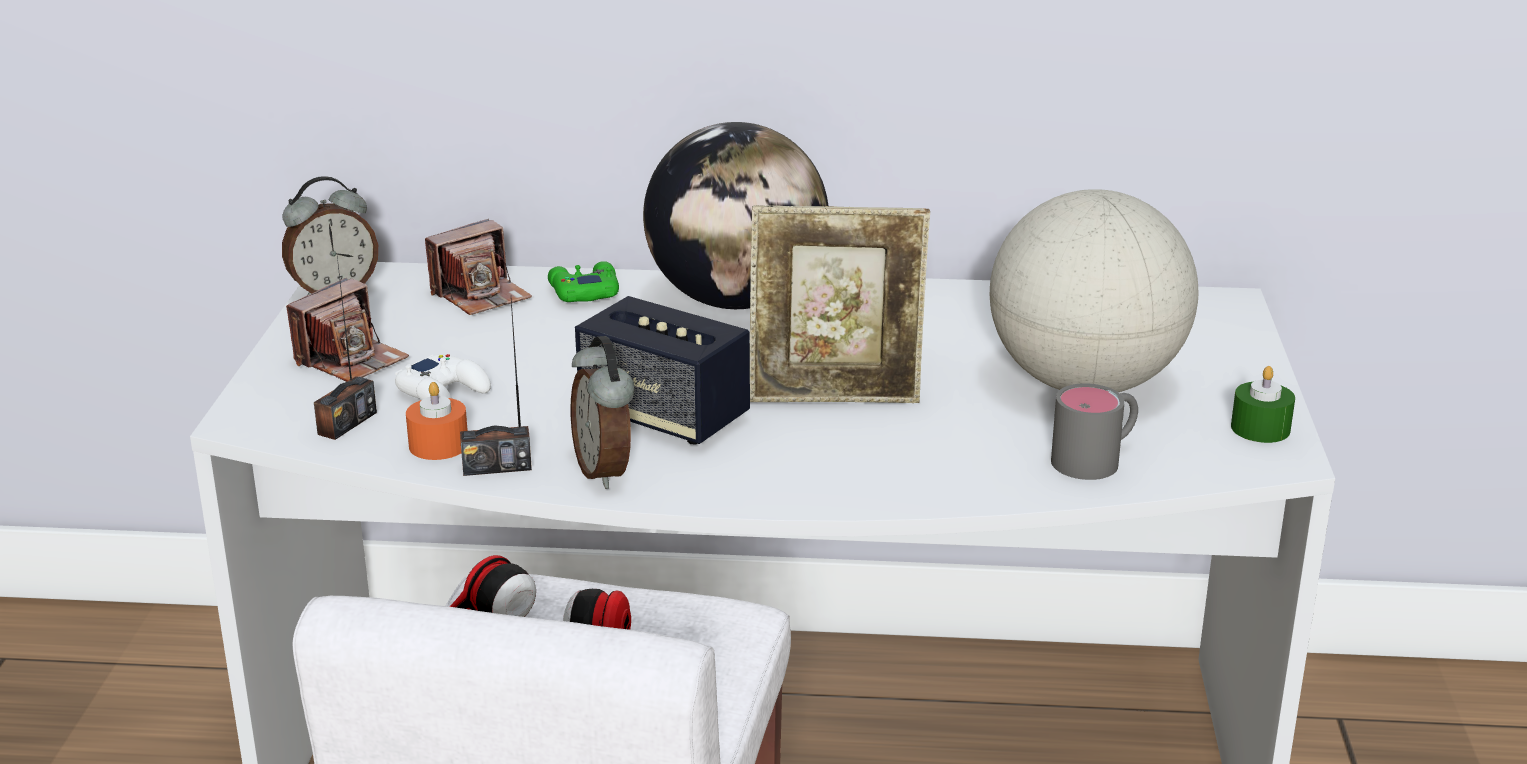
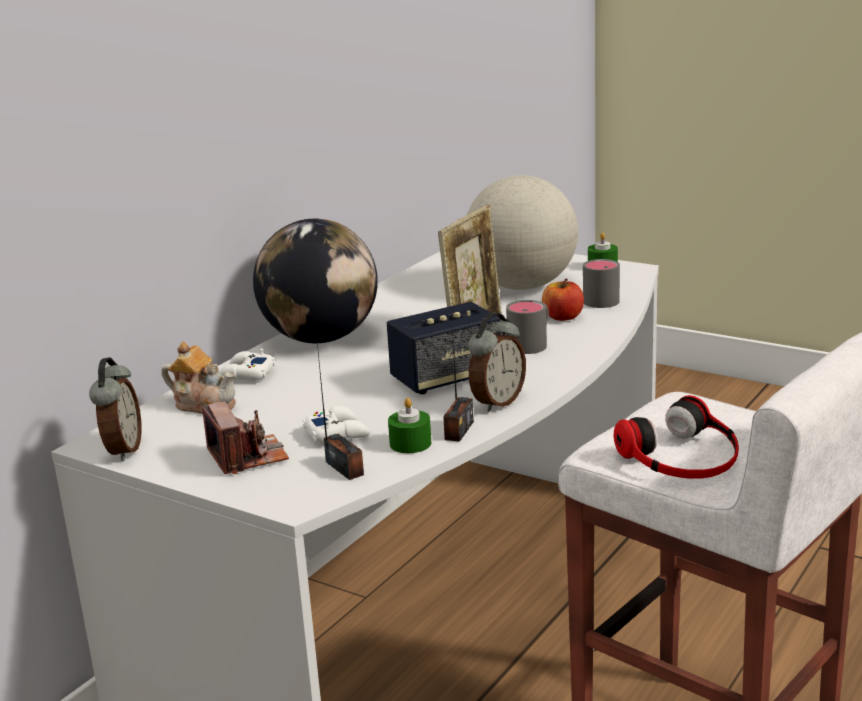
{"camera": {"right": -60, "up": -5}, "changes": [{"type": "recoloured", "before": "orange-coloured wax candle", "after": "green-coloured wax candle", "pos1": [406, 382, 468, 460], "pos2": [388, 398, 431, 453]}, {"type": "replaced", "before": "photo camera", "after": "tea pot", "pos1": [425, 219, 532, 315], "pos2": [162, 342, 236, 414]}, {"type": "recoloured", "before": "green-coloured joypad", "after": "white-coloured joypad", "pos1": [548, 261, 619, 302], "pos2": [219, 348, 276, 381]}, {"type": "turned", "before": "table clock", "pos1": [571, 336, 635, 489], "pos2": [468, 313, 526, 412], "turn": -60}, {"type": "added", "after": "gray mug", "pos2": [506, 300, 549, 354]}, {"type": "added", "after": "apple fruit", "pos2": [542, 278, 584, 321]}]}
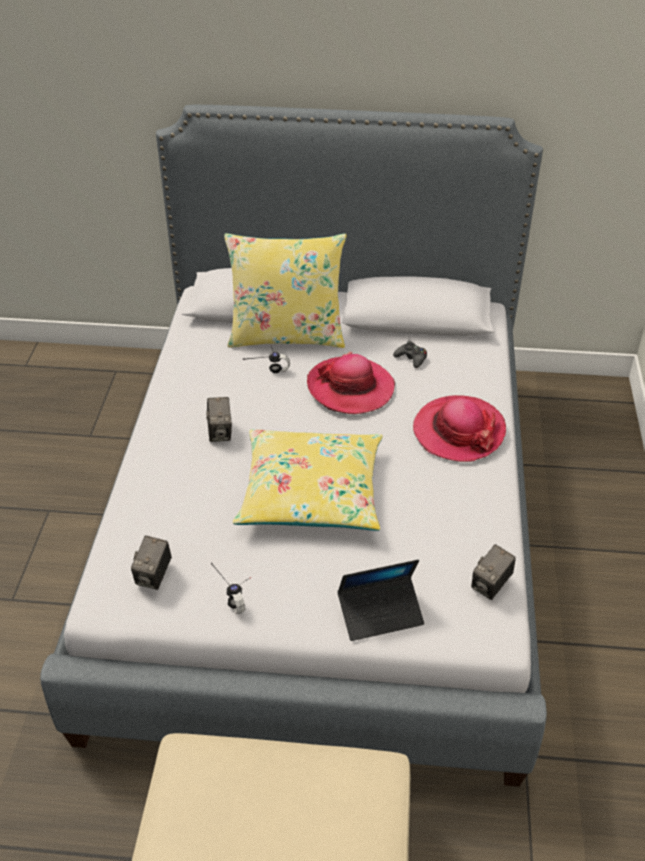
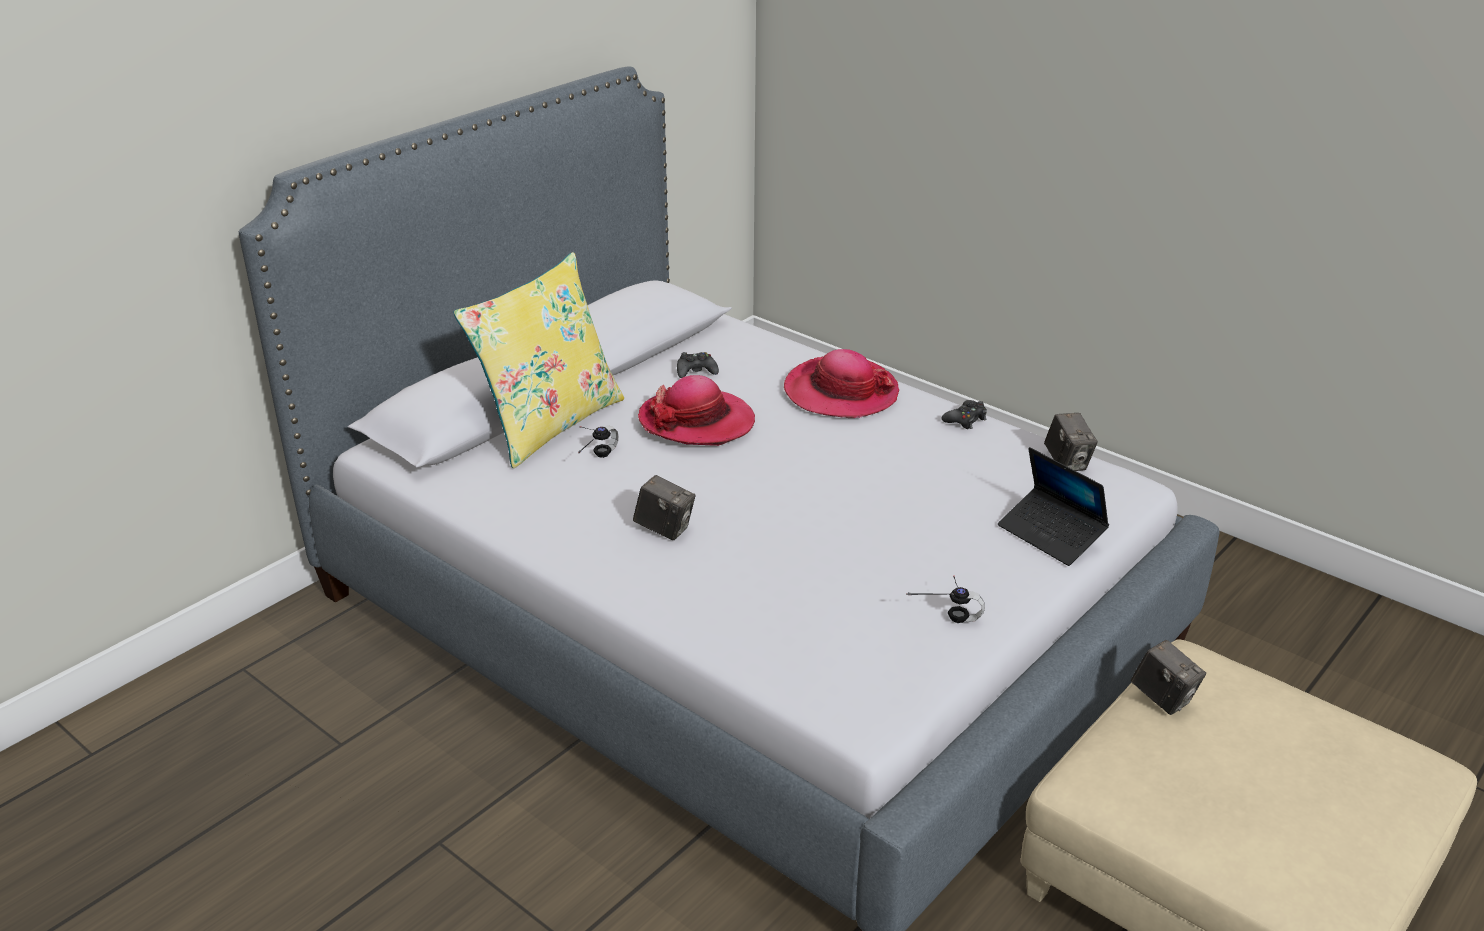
{"camera": {"right": -55, "up": -10}, "changes": [{"type": "moved", "before": "photo camera", "pos1": [131, 535, 172, 590], "pos2": [1131, 640, 1206, 715]}, {"type": "removed", "before": "yellow throw pillow", "pos1": [233, 429, 383, 531]}, {"type": "turned", "before": "portable computer", "pos1": [337, 560, 424, 641], "pos2": [998, 447, 1109, 566], "turn": 120}, {"type": "added", "after": "black-coloured joypad", "pos2": [941, 400, 987, 429]}]}
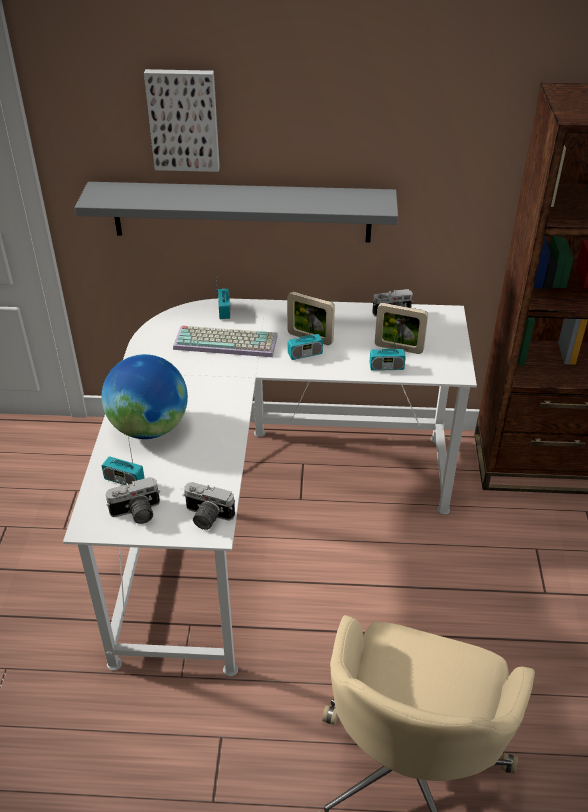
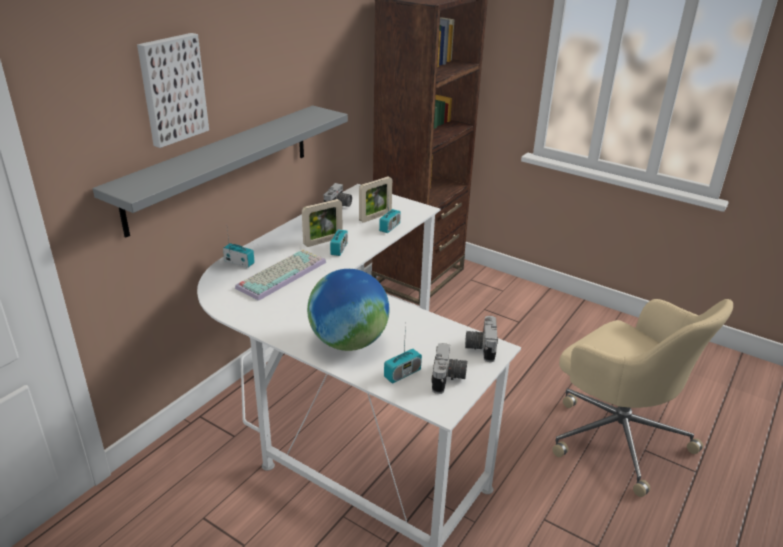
{"camera": {"right": -60, "up": -10}, "changes": [{"type": "turned", "before": "photo camera", "pos1": [183, 482, 235, 530], "pos2": [465, 316, 498, 362], "turn": 135}]}
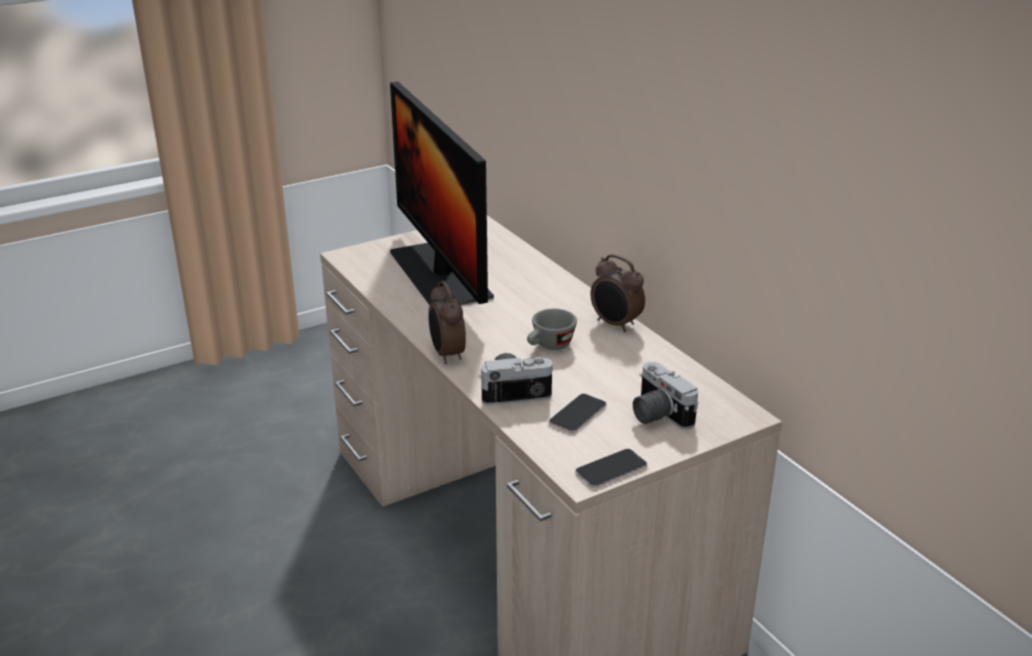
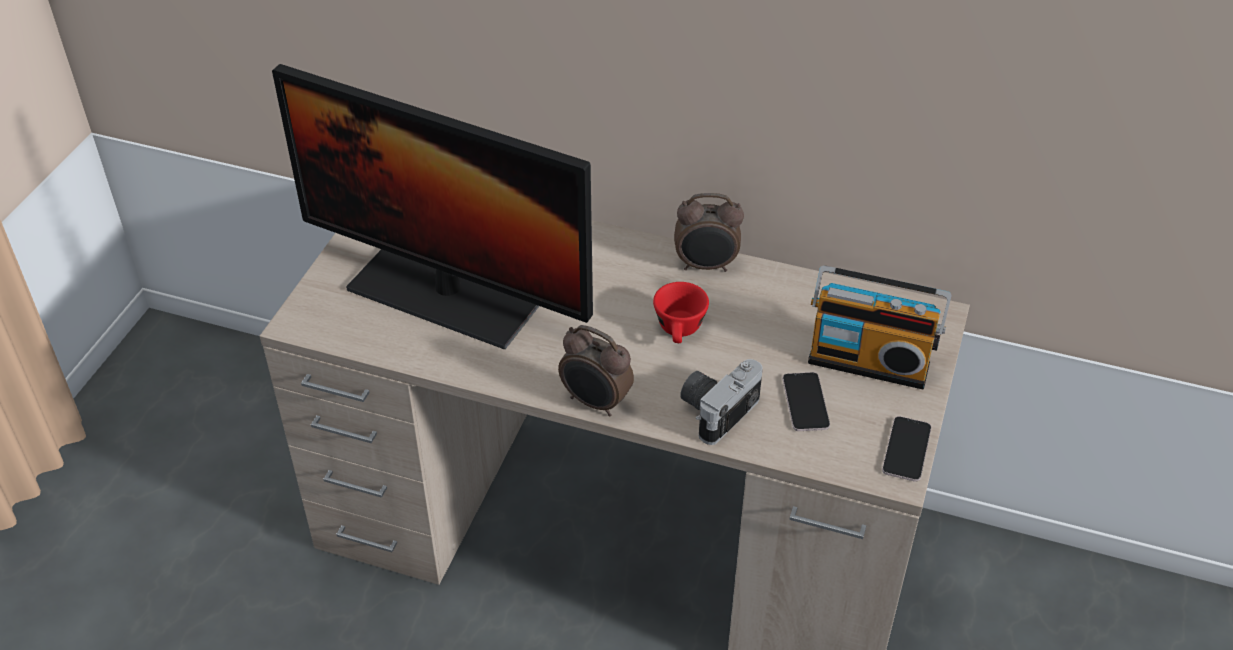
{"camera": {"right": -40, "up": 15}, "changes": [{"type": "recoloured", "before": "gray small cup", "after": "red-coloured small cup", "pos1": [527, 309, 577, 350], "pos2": [653, 282, 709, 343]}, {"type": "replaced", "before": "photo camera", "after": "radio", "pos1": [633, 361, 698, 430], "pos2": [808, 266, 951, 390]}]}
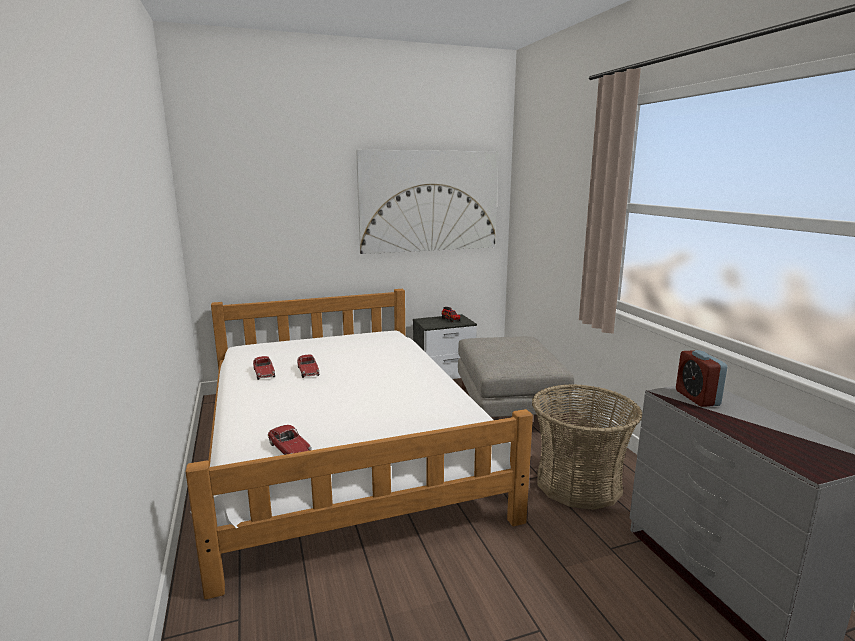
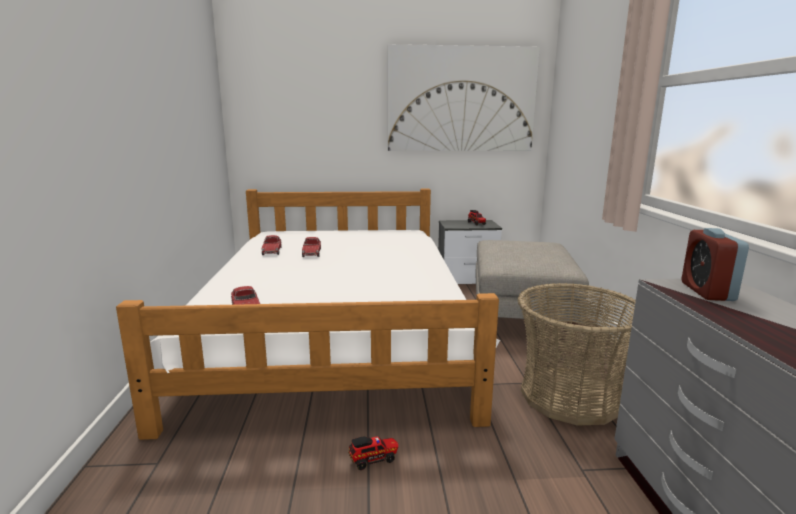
{"camera": {"right": 15, "up": 0}, "changes": [{"type": "added", "after": "model truck", "pos2": [348, 436, 398, 470]}]}
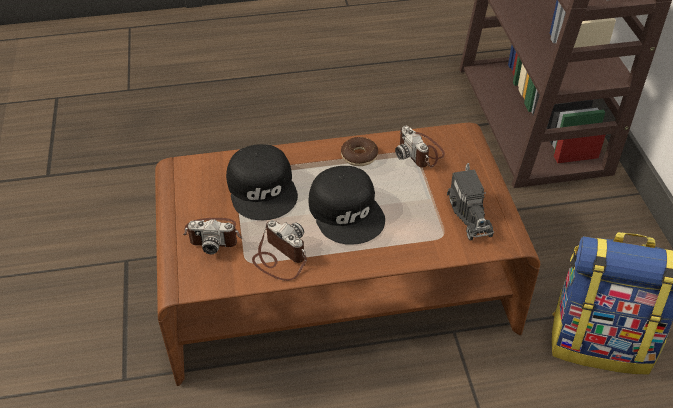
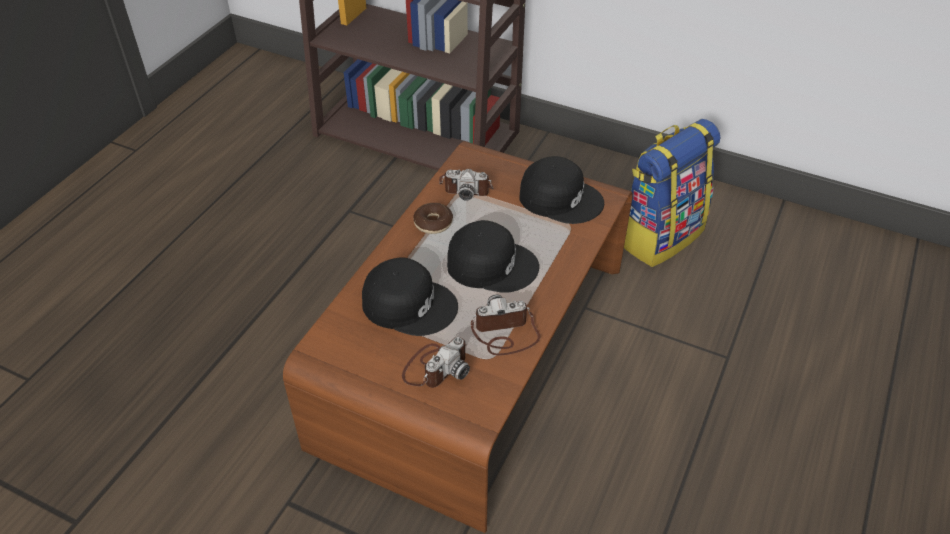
{"camera": {"right": -55, "up": 0}, "changes": [{"type": "replaced", "before": "model truck", "after": "black-coloured cap", "pos1": [447, 163, 494, 240], "pos2": [519, 156, 604, 224]}]}
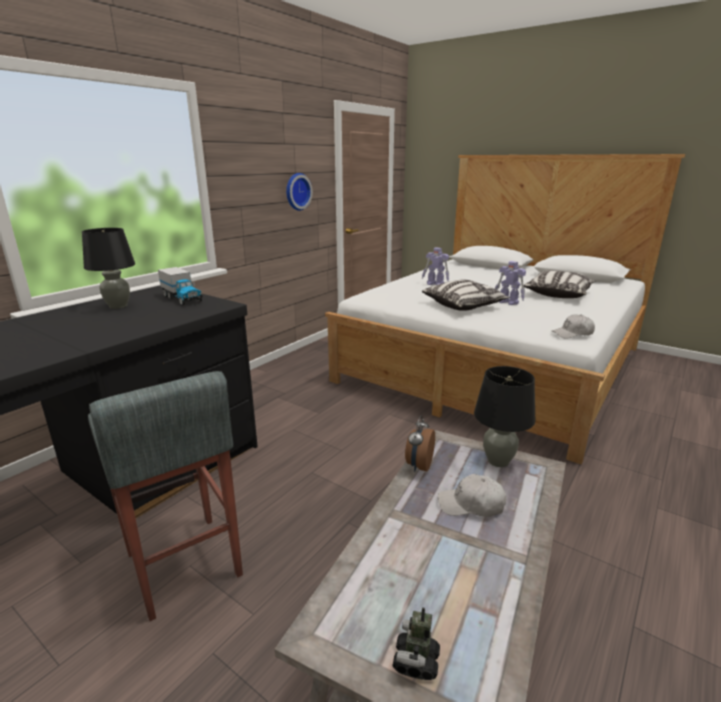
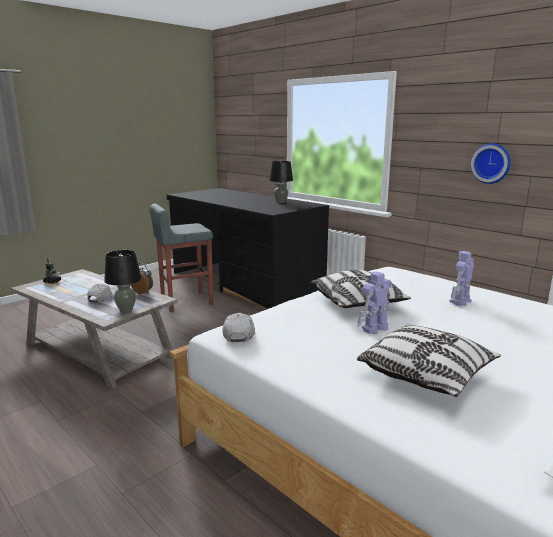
{"camera": {"right": 100, "up": -5}, "changes": [{"type": "removed", "before": "model truck", "pos1": [158, 267, 202, 306]}]}
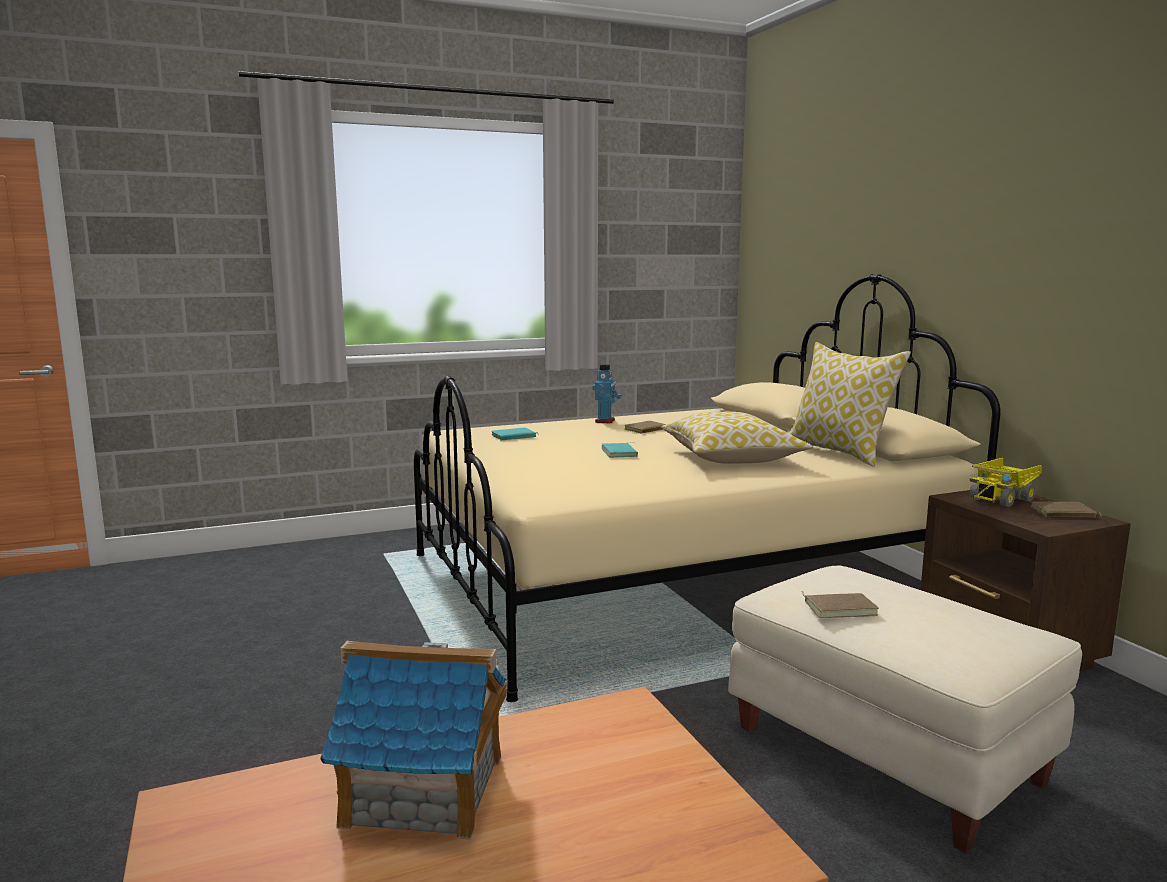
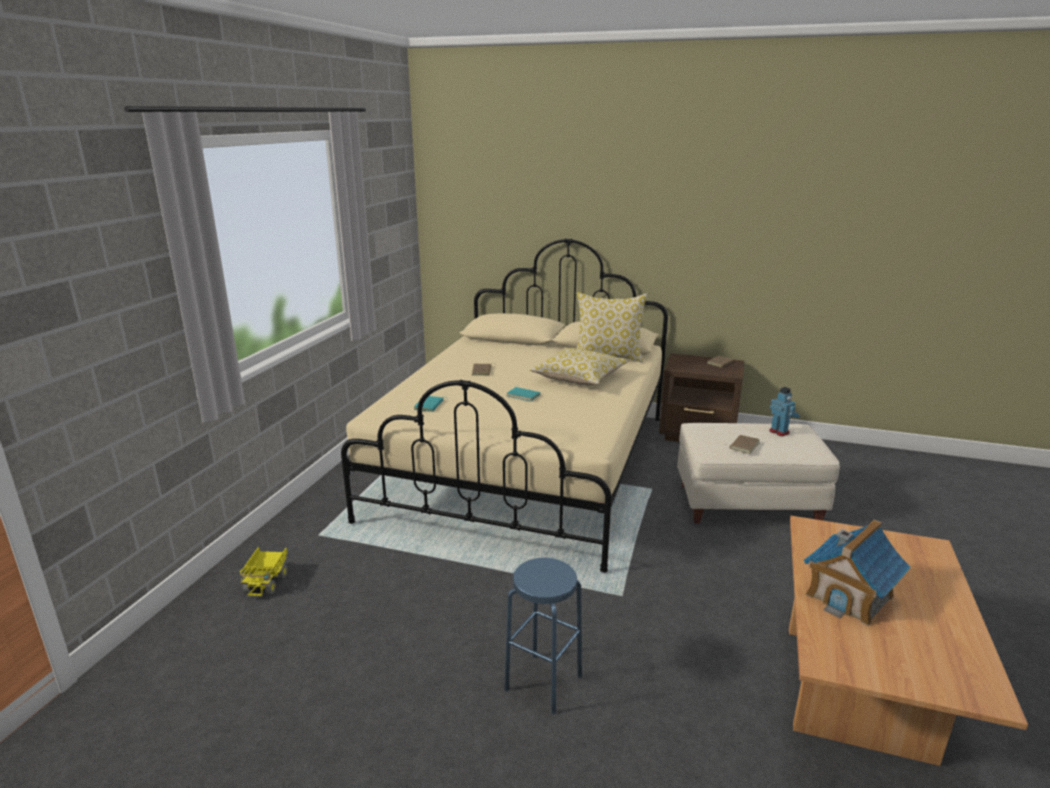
{"camera": {"right": -50, "up": 10}, "changes": [{"type": "moved", "before": "toy robot", "pos1": [592, 364, 621, 423], "pos2": [769, 387, 800, 436]}, {"type": "moved", "before": "model truck", "pos1": [970, 458, 1042, 507], "pos2": [240, 547, 287, 597]}, {"type": "added", "after": "blue sitting stool", "pos2": [504, 558, 582, 714]}]}
